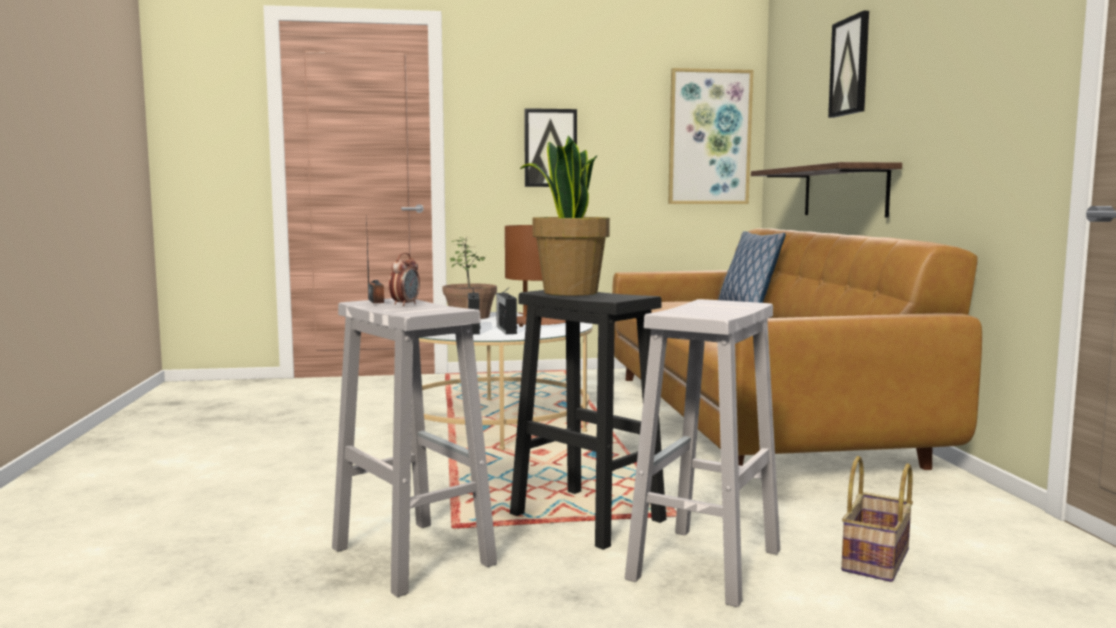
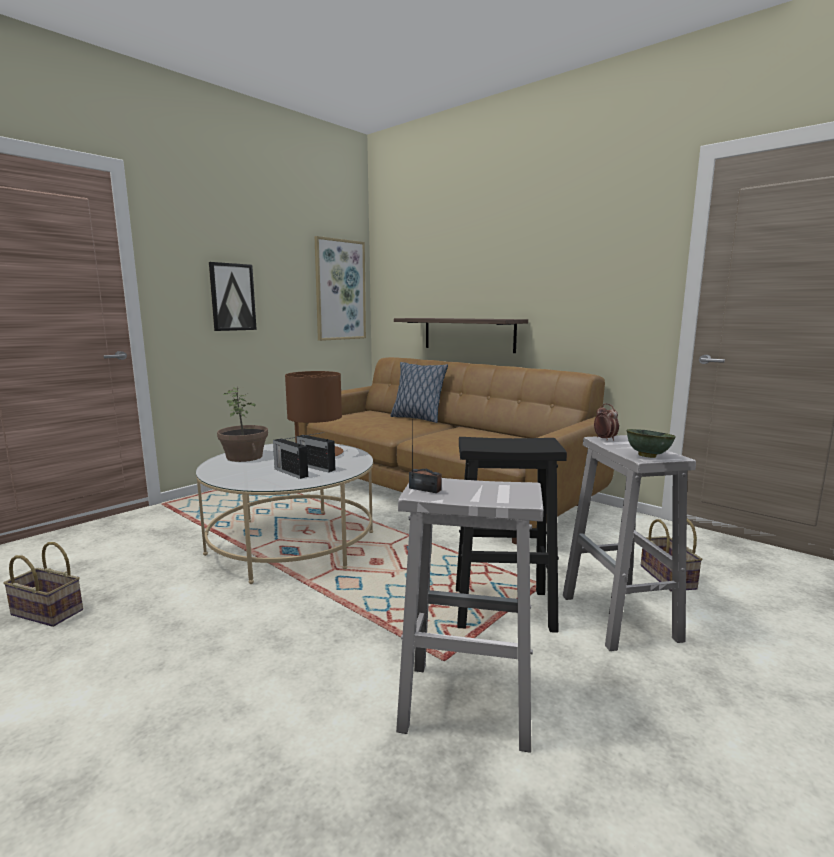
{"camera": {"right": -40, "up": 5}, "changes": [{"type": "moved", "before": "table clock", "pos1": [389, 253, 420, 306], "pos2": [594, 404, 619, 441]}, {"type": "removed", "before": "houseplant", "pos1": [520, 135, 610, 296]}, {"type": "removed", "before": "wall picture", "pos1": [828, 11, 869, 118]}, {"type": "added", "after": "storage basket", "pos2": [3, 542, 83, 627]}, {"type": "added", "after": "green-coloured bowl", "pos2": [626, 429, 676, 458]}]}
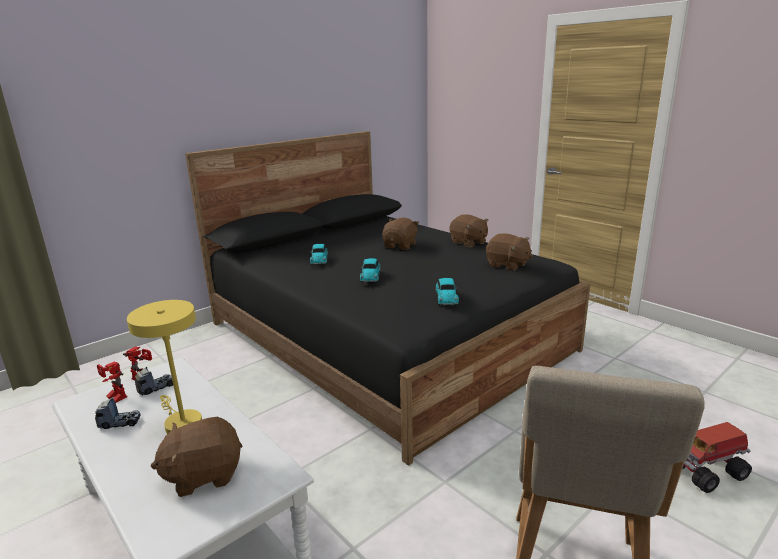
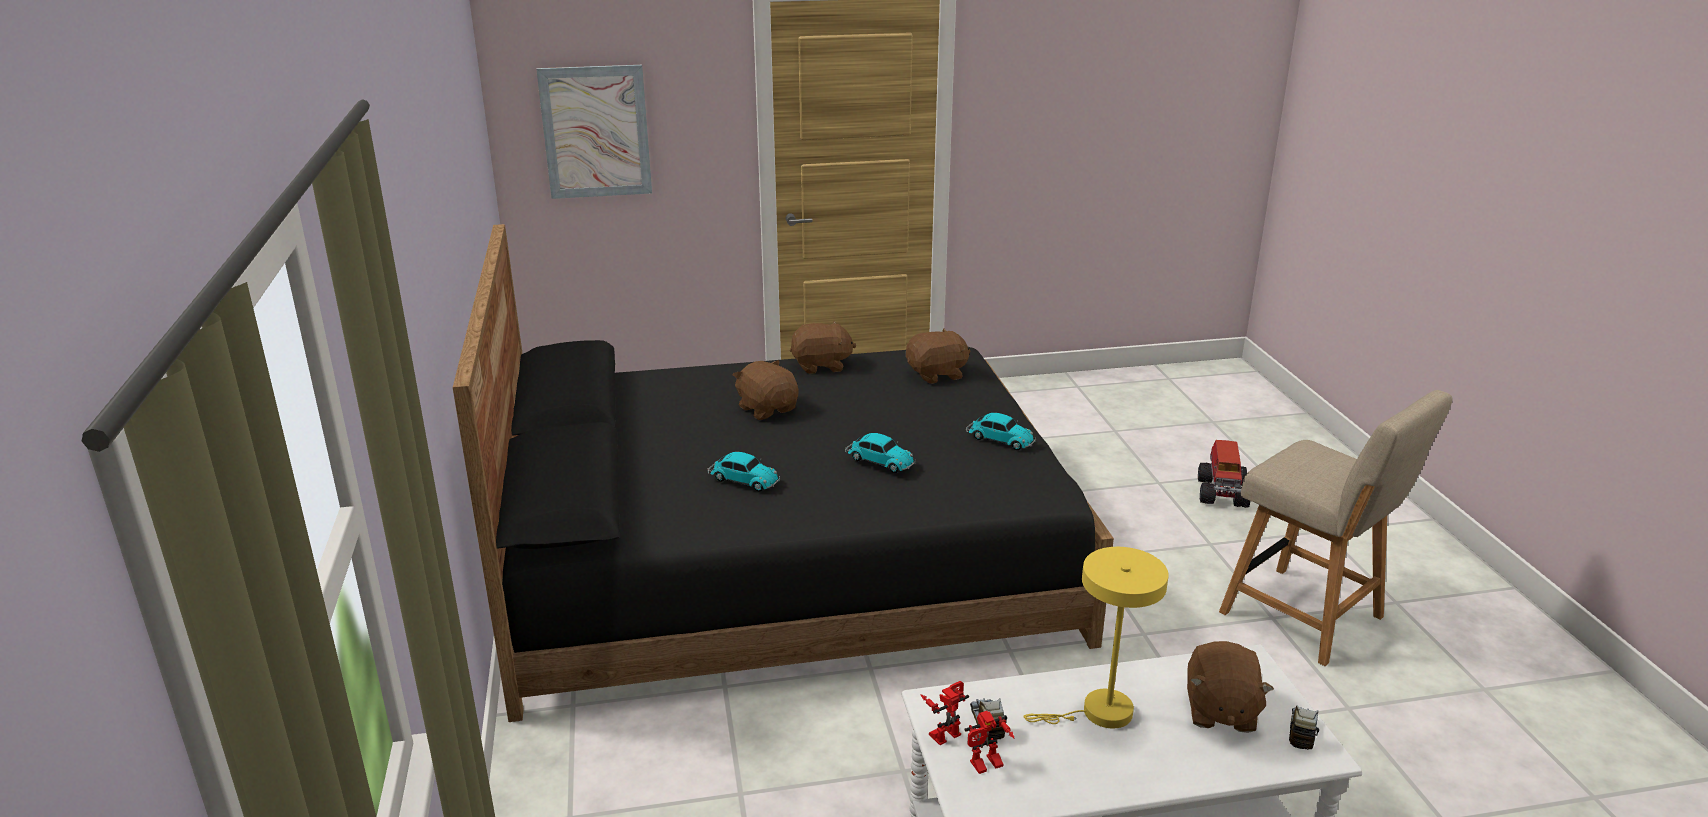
{"camera": {"right": -60, "up": 5}, "changes": [{"type": "moved", "before": "model truck", "pos1": [95, 398, 141, 429], "pos2": [1289, 706, 1319, 750]}, {"type": "added", "after": "wall picture", "pos2": [536, 65, 652, 199]}]}
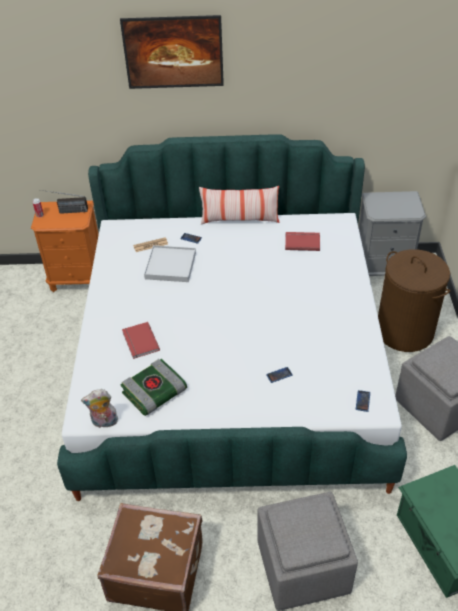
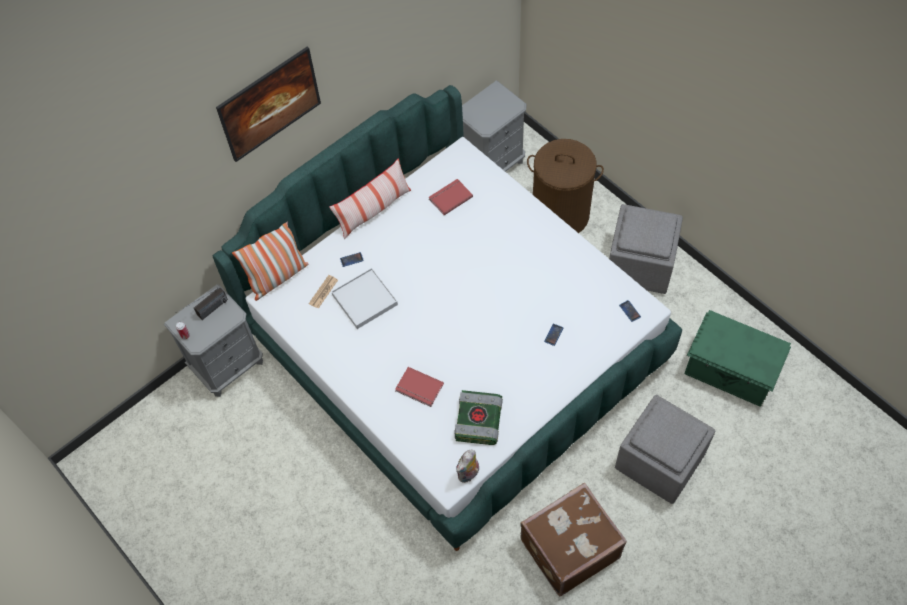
{"camera": {"right": -40, "up": 15}, "changes": [{"type": "recoloured", "before": "orange-coloured nightstand", "after": "gray nightstand", "pos1": [31, 201, 99, 292], "pos2": [164, 284, 263, 397]}, {"type": "added", "after": "throw pillow", "pos2": [232, 221, 308, 301]}]}
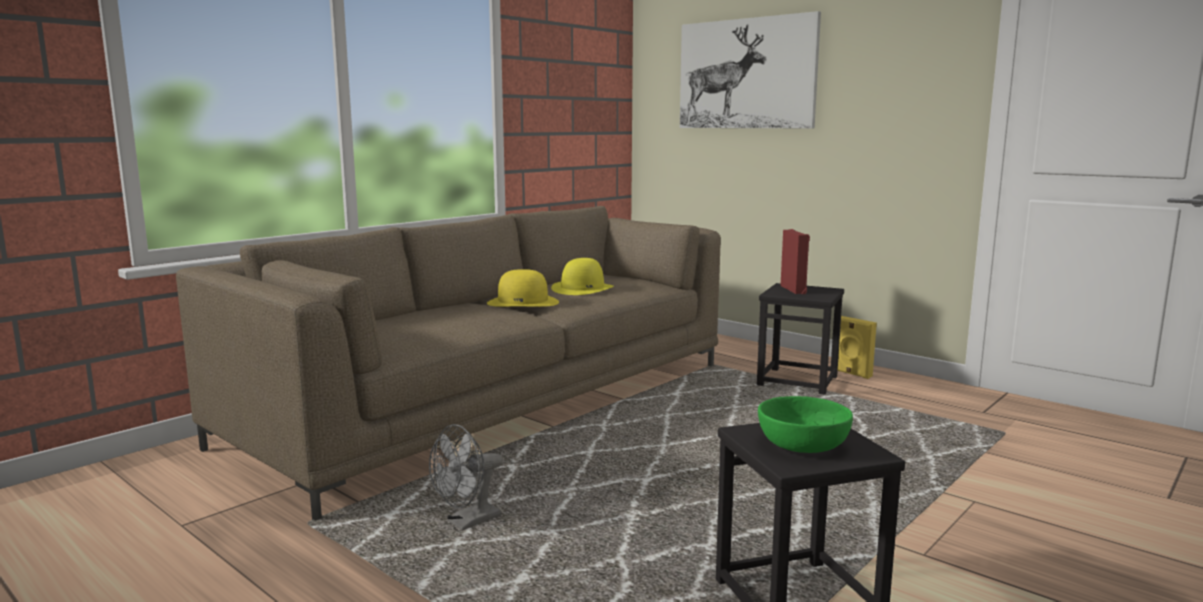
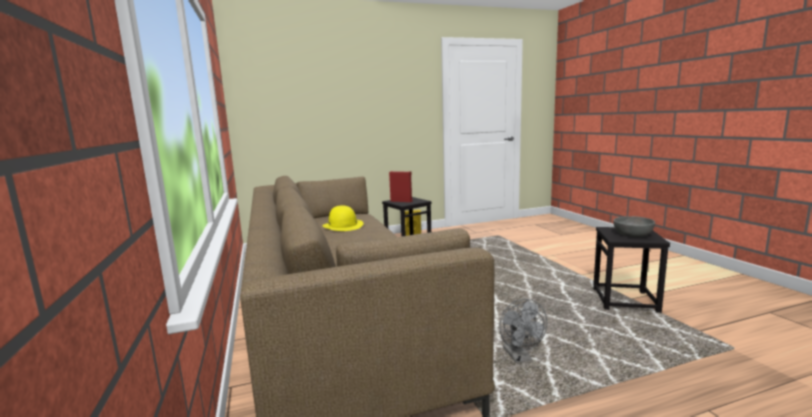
{"camera": {"right": -60, "up": 0}, "changes": [{"type": "removed", "before": "yellow clothing hat", "pos1": [487, 269, 559, 307]}, {"type": "removed", "before": "wall picture", "pos1": [680, 11, 821, 128]}, {"type": "recoloured", "before": "green-coloured bowl", "after": "gray bowl", "pos1": [758, 396, 853, 453], "pos2": [613, 216, 655, 237]}]}
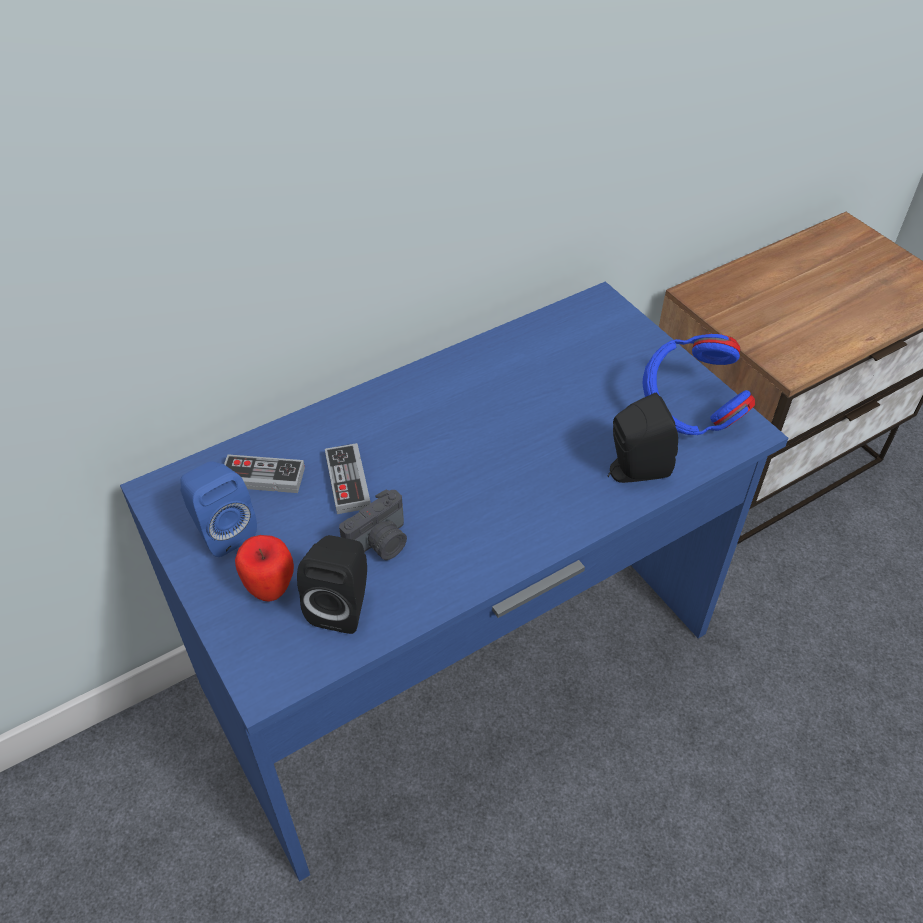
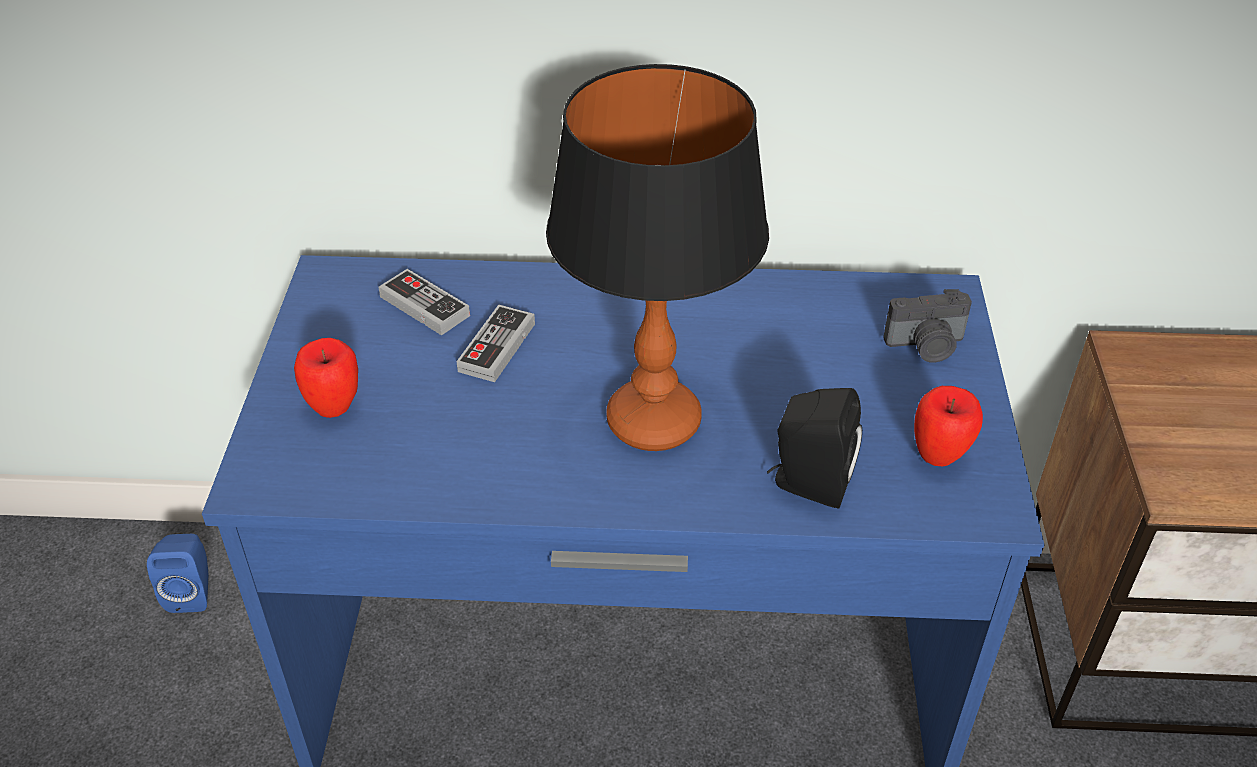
{"camera": {"right": 35, "up": -5}, "changes": [{"type": "moved", "before": "blue speaker", "pos1": [180, 461, 257, 557], "pos2": [147, 534, 208, 613]}, {"type": "removed", "before": "black-coloured speaker", "pos1": [297, 535, 367, 634]}, {"type": "moved", "before": "photo camera", "pos1": [339, 489, 407, 560], "pos2": [884, 289, 972, 363]}, {"type": "replaced", "before": "blue headphones", "after": "apple fruit", "pos1": [643, 334, 755, 435], "pos2": [914, 386, 983, 466]}, {"type": "added", "after": "table lamp", "pos2": [546, 64, 769, 451]}]}
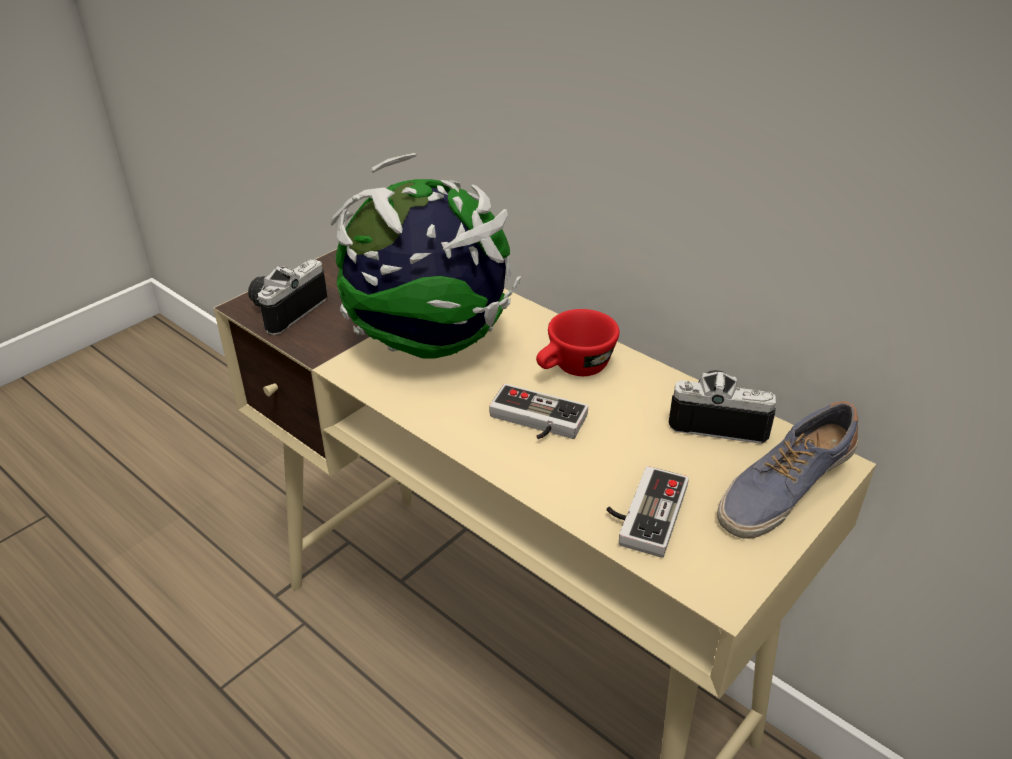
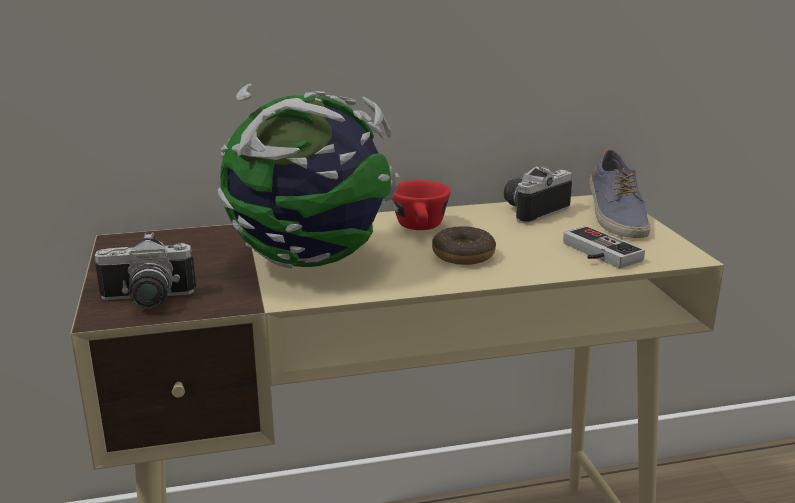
{"camera": {"right": -55, "up": -15}, "changes": [{"type": "turned", "before": "photo camera", "pos1": [248, 259, 328, 335], "pos2": [95, 232, 196, 309], "turn": -75}, {"type": "replaced", "before": "joypad", "after": "doughnut", "pos1": [489, 384, 588, 439], "pos2": [432, 226, 496, 265]}]}
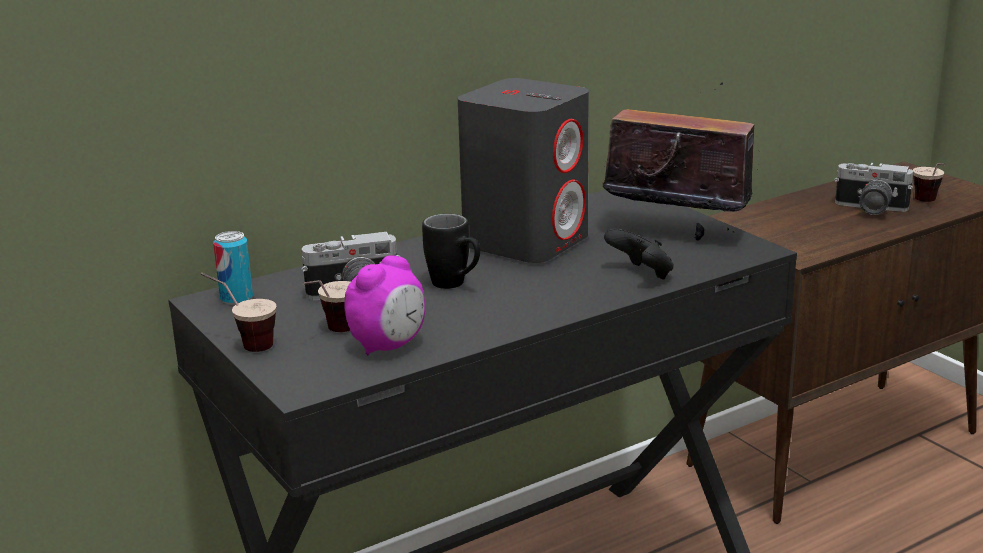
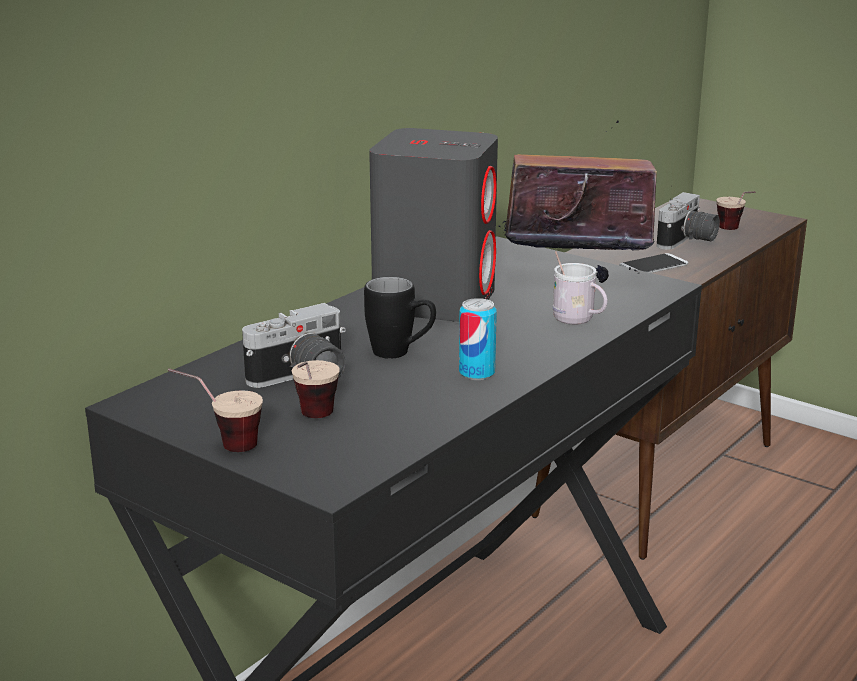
{"camera": {"right": -20, "up": 0}, "changes": [{"type": "moved", "before": "metal can", "pos1": [213, 231, 253, 305], "pos2": [459, 298, 497, 380]}, {"type": "removed", "before": "table clock", "pos1": [344, 255, 425, 355]}, {"type": "replaced", "before": "black-coloured joypad", "after": "white-coloured mug", "pos1": [604, 228, 674, 279], "pos2": [553, 251, 608, 325]}, {"type": "turned", "before": "photo camera", "pos1": [834, 163, 913, 215], "pos2": [656, 192, 720, 250], "turn": -60}, {"type": "added", "after": "telephone", "pos2": [619, 253, 688, 273]}]}
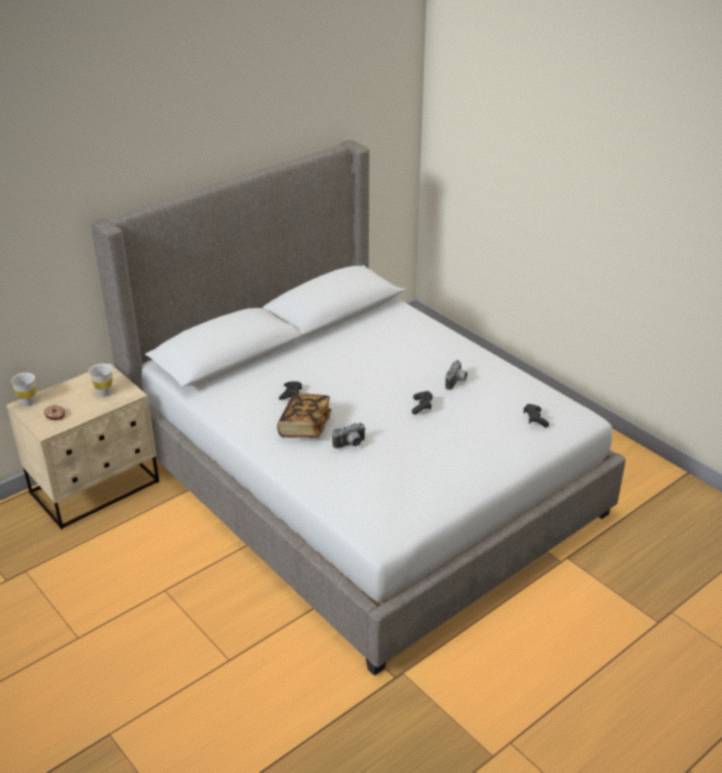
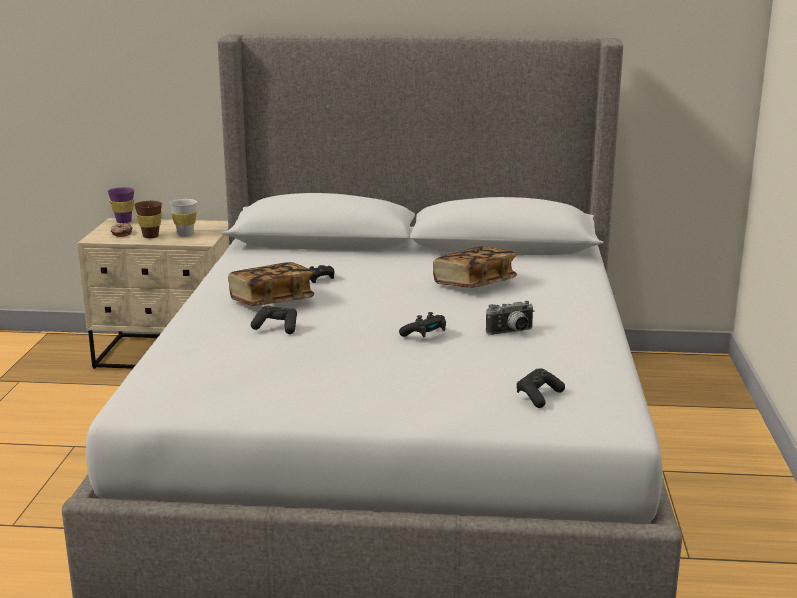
{"camera": {"right": 45, "up": -15}, "changes": [{"type": "recoloured", "before": "white-coloured small cup", "after": "purplish small cup", "pos1": [11, 373, 36, 406], "pos2": [108, 187, 134, 223]}, {"type": "replaced", "before": "photo camera", "after": "black-coloured joypad", "pos1": [332, 422, 366, 449], "pos2": [251, 305, 297, 334]}, {"type": "added", "after": "brown-coloured small cup", "pos2": [134, 201, 162, 238]}, {"type": "added", "after": "volume", "pos2": [433, 246, 517, 288]}]}
